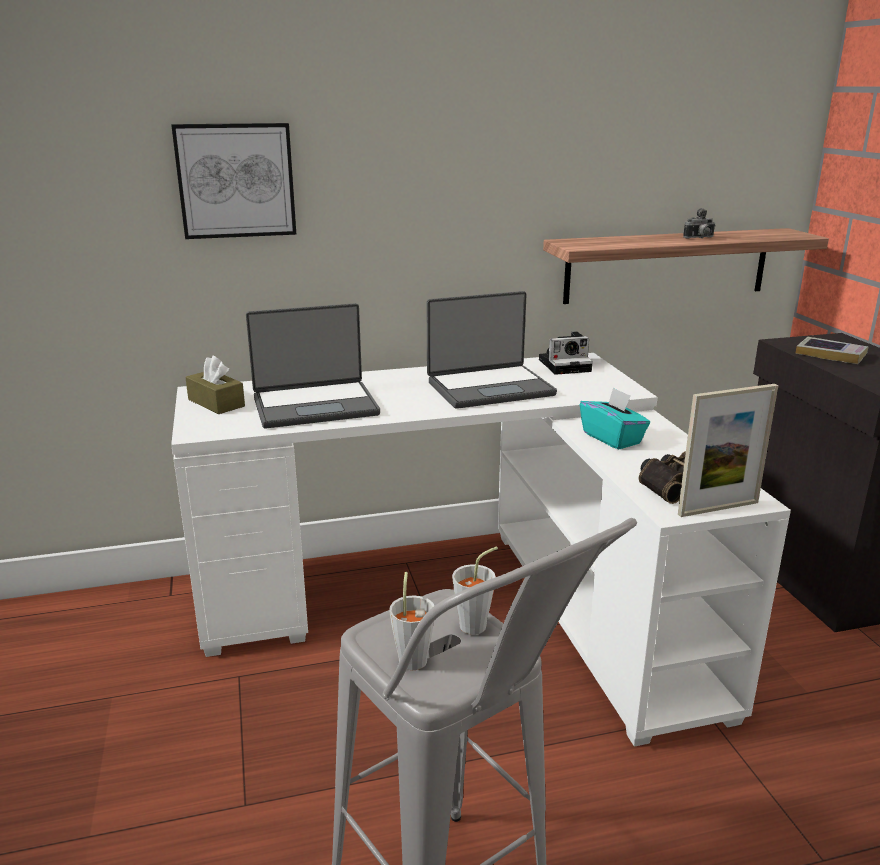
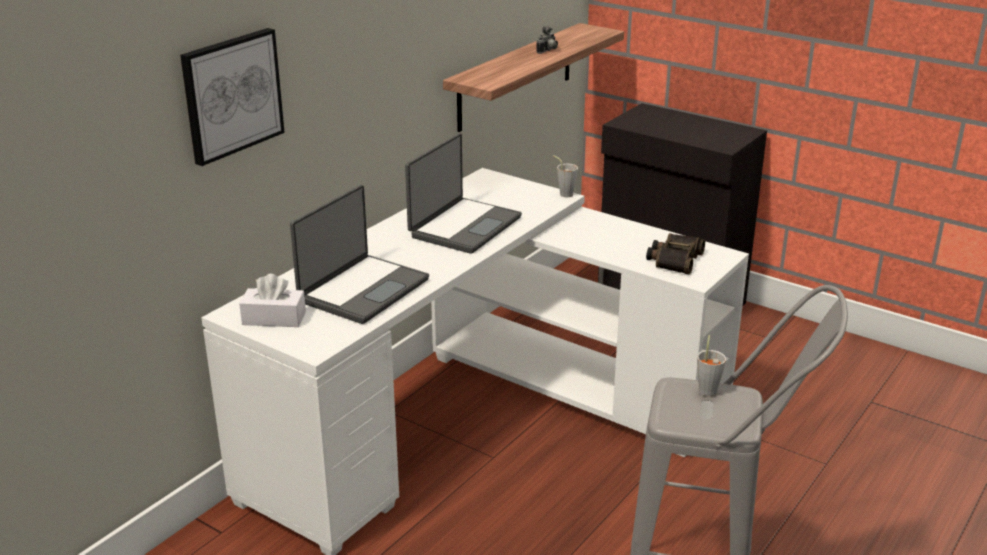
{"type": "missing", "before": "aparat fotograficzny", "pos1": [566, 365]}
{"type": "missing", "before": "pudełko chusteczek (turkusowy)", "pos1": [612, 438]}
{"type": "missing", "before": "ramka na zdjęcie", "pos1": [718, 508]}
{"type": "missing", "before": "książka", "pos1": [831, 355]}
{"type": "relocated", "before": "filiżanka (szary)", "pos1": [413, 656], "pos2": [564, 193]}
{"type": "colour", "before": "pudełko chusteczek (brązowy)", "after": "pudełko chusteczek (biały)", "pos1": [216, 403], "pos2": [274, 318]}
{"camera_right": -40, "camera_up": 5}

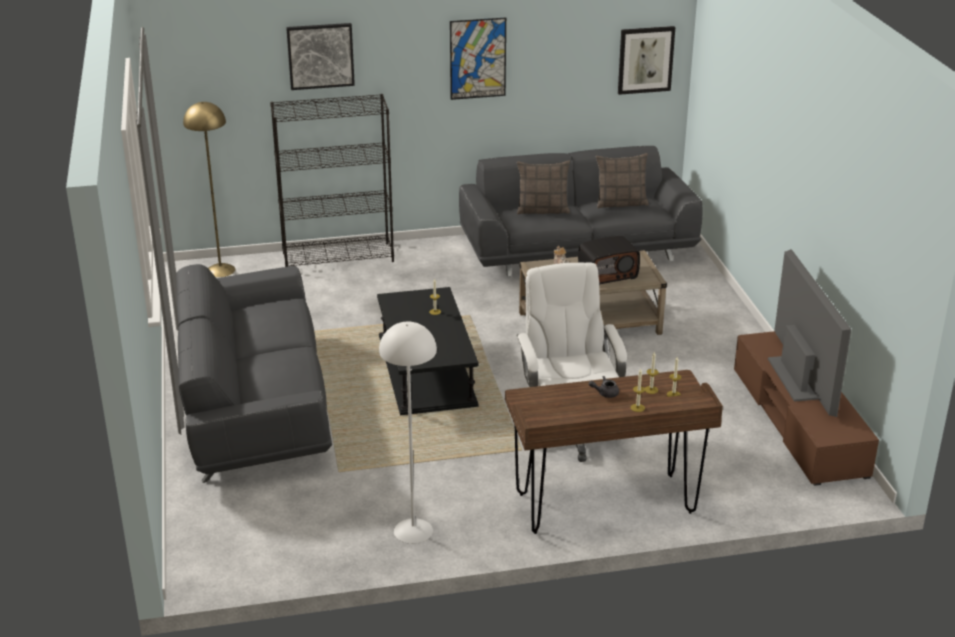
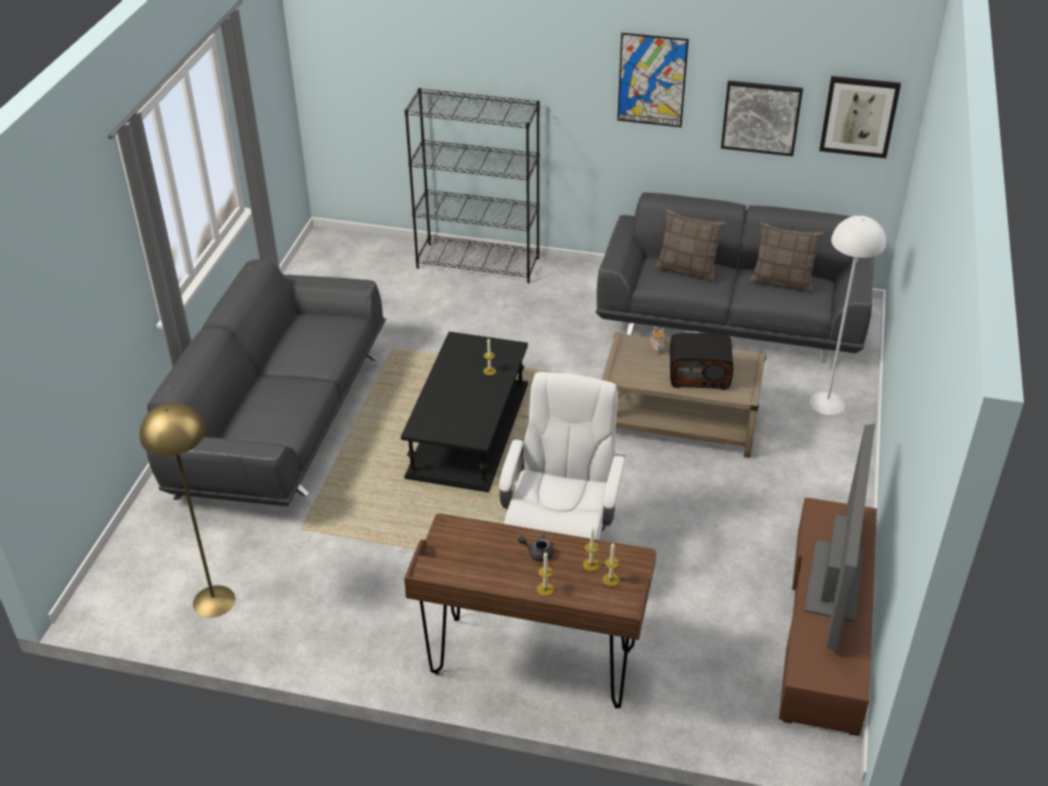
{"type": "relocated", "before": "lampa stojąca (żółty)", "pos1": [220, 270], "pos2": [213, 601]}
{"type": "relocated", "before": "obraz", "pos1": [320, 56], "pos2": [761, 117]}
{"type": "relocated", "before": "lampa stojąca (biały)", "pos1": [413, 531], "pos2": [827, 403]}
{"camera_right": 25, "camera_up": 10}

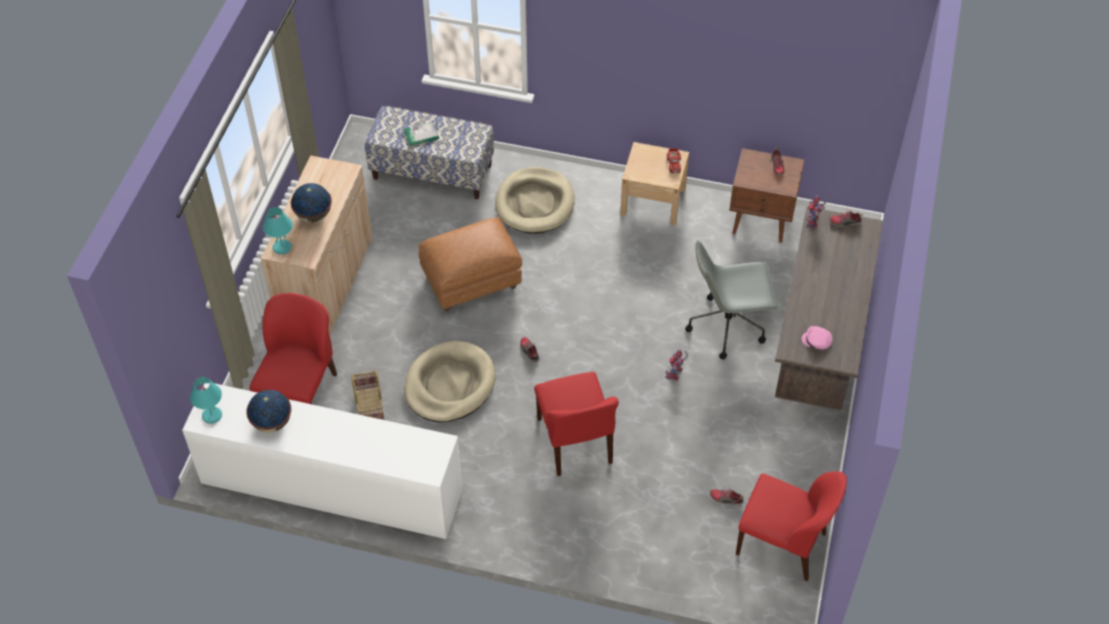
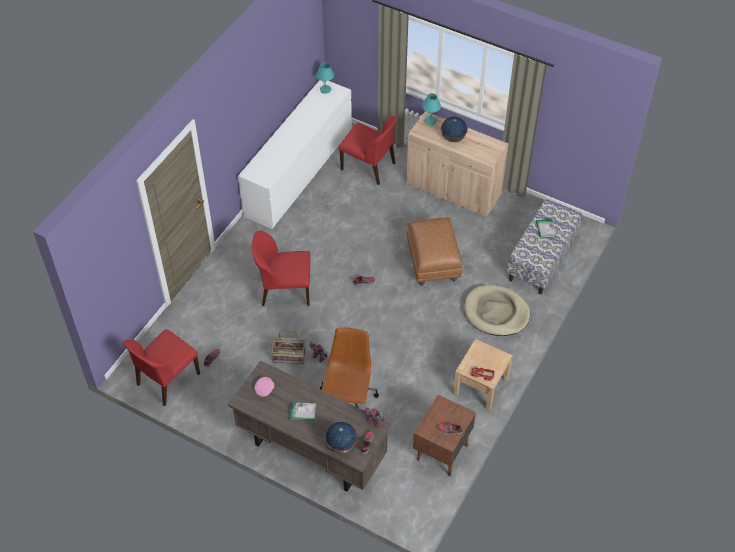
{"type": "missing", "before": "legowisko (beżowy)", "pos1": [449, 385]}
{"type": "appeared", "after": "książka", "pos2": [302, 412]}
{"type": "relocated", "before": "globus", "pos1": [272, 423], "pos2": [341, 445]}
{"type": "relocated", "before": "koszyk", "pos1": [369, 406], "pos2": [289, 356]}
{"type": "colour", "before": "krzesło biurowe (szary)", "after": "krzesło biurowe (brązowy)", "pos1": [728, 326], "pos2": [348, 400]}
{"camera_right": 105, "camera_up": 0}

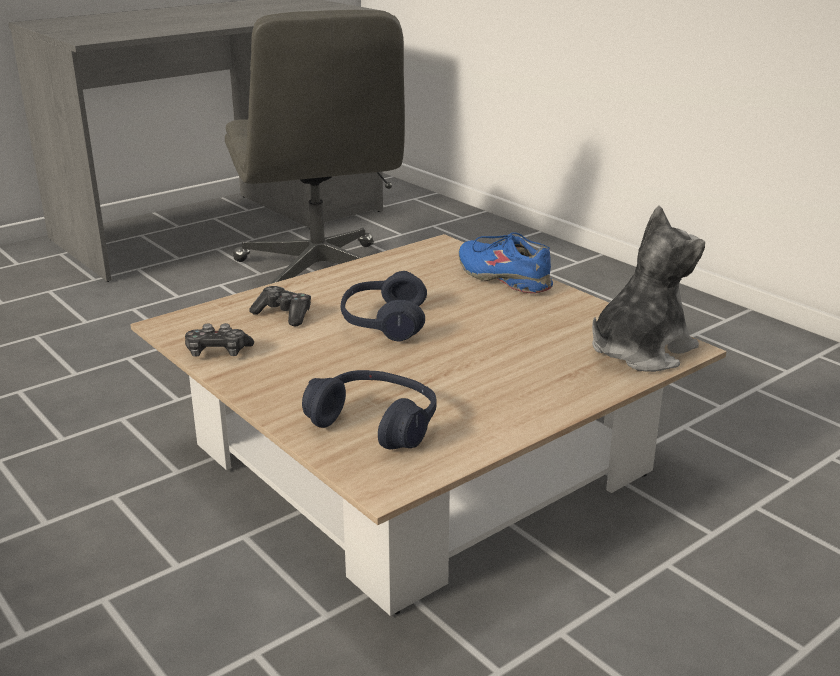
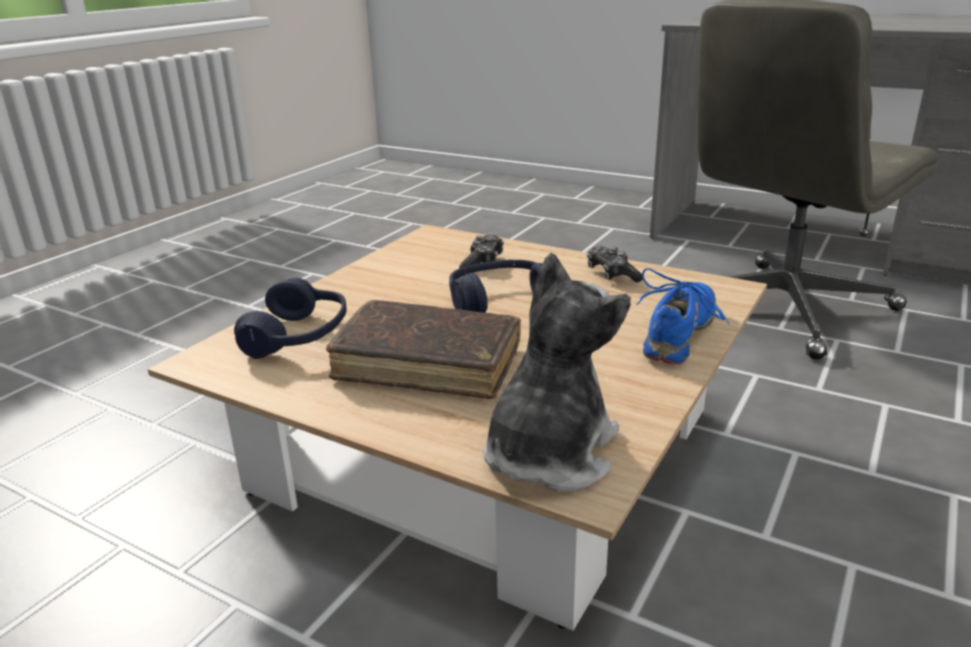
{"type": "appeared", "after": "książka (brązowy)", "pos2": [428, 364]}
{"type": "relocated", "before": "pad do gier", "pos1": [217, 352], "pos2": [612, 274]}
{"type": "spun", "before": "pluszak", "pos1": [639, 351], "pos2": [548, 454], "turn": -90}
{"camera_right": 70, "camera_up": 0}

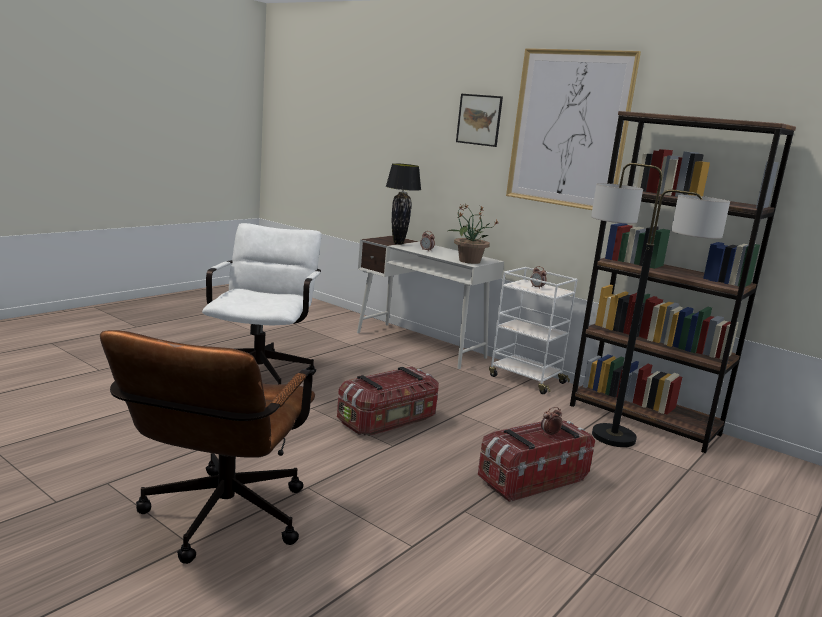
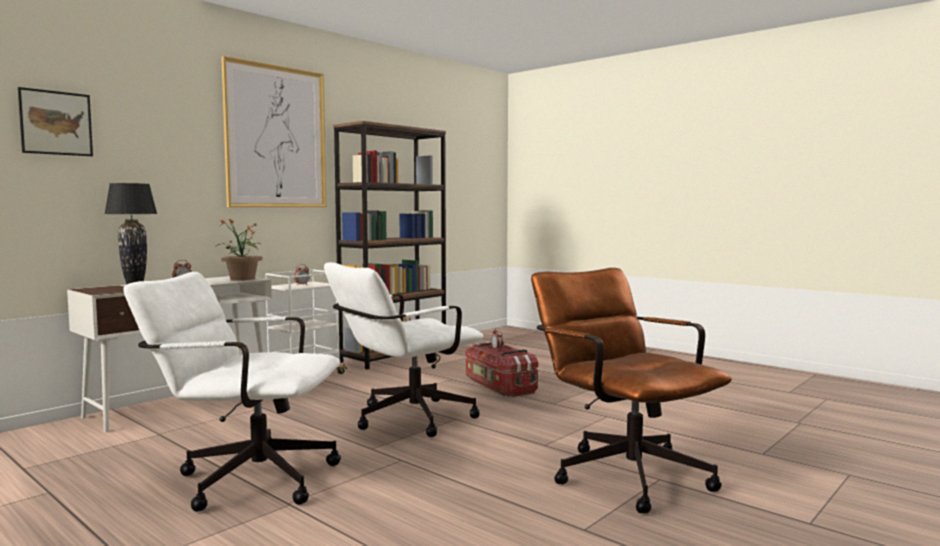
{"type": "missing", "before": "lampa stojąca", "pos1": [613, 437]}
{"type": "relocated", "before": "obraz", "pos1": [479, 120], "pos2": [56, 123]}
{"type": "exchanged", "before": "pojemnik do przechowywania", "after": "krzesło biurowe (biały)", "pos1": [388, 421], "pos2": [404, 420]}
{"type": "spun", "before": "krzesło biurowe (brązowy)", "pos1": [217, 523], "pos2": [622, 472], "turn": -135}
{"camera_right": -85, "camera_up": -10}

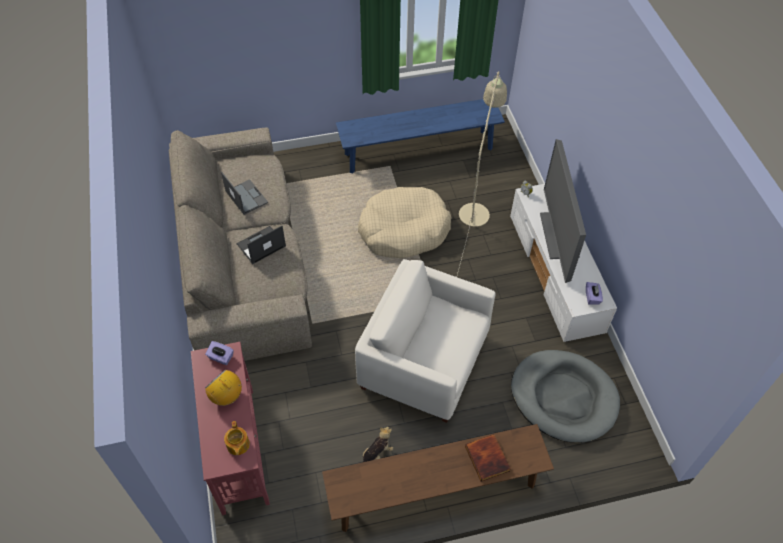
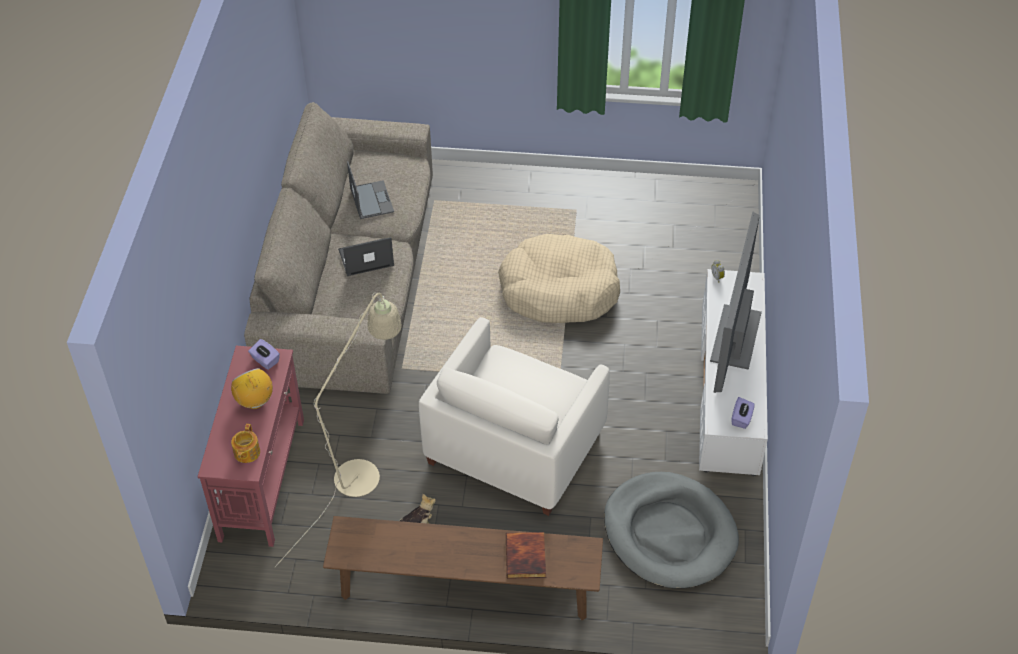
{"type": "missing", "before": "ławka (niebieski)", "pos1": [418, 151]}
{"type": "relocated", "before": "lampa stojąca (beżowy)", "pos1": [475, 208], "pos2": [364, 469]}
{"type": "spun", "before": "fotel (biały)", "pos1": [424, 362], "pos2": [515, 447], "turn": -105}
{"camera_right": 20, "camera_up": -5}

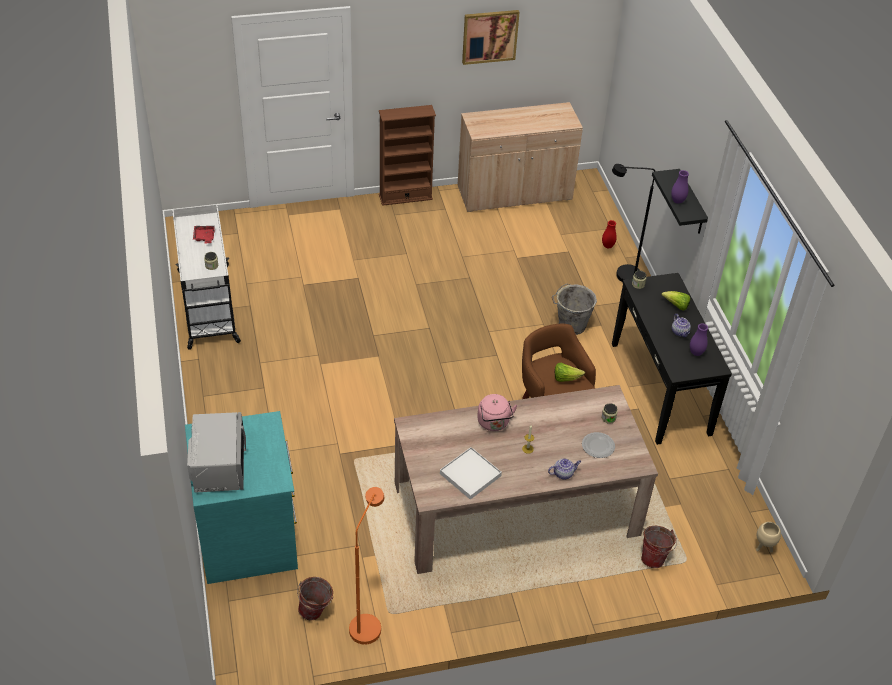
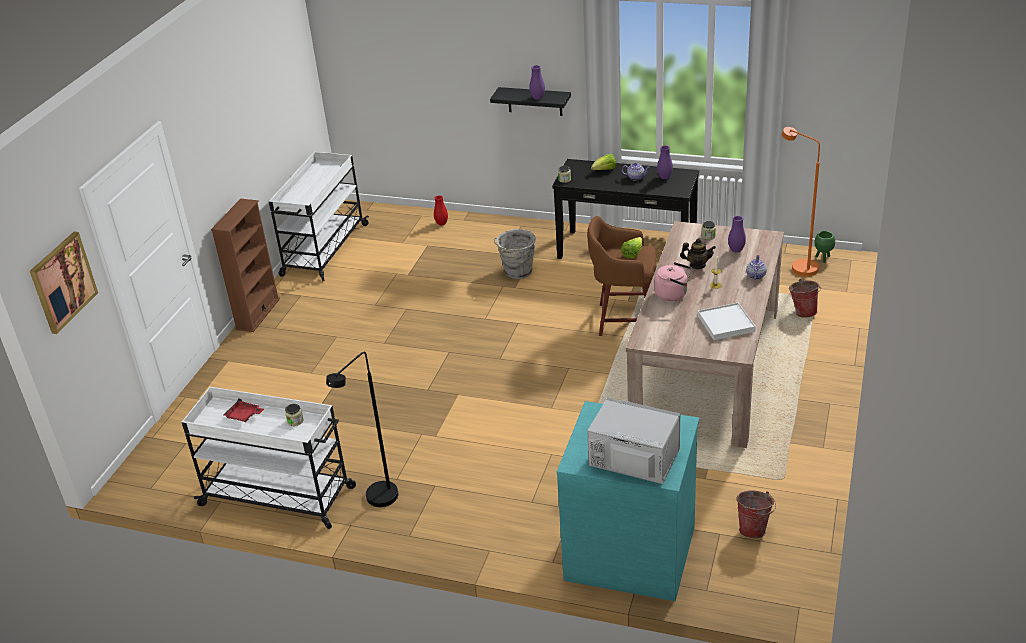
{"type": "appeared", "after": "imbryk", "pos2": [697, 265]}
{"type": "relocated", "before": "lampa stojąca (pomarańczowy)", "pos1": [367, 622], "pos2": [798, 266]}
{"type": "relocated", "before": "obraz", "pos1": [489, 36], "pos2": [63, 282]}
{"type": "relocated", "before": "lampa stojąca (czarny)", "pos1": [621, 276], "pos2": [377, 502]}
{"type": "exchanged", "before": "szafka (beżowy)", "after": "wózek (biały)", "pos1": [514, 194], "pos2": [324, 250]}
{"type": "exchanged", "before": "talerz", "after": "wazon (fioletowy)", "pos1": [597, 446], "pos2": [736, 250]}
{"type": "colour", "before": "donica (beżowy)", "after": "donica (zielony)", "pos1": [763, 548], "pos2": [823, 258]}
{"camera_right": -55, "camera_up": -10}

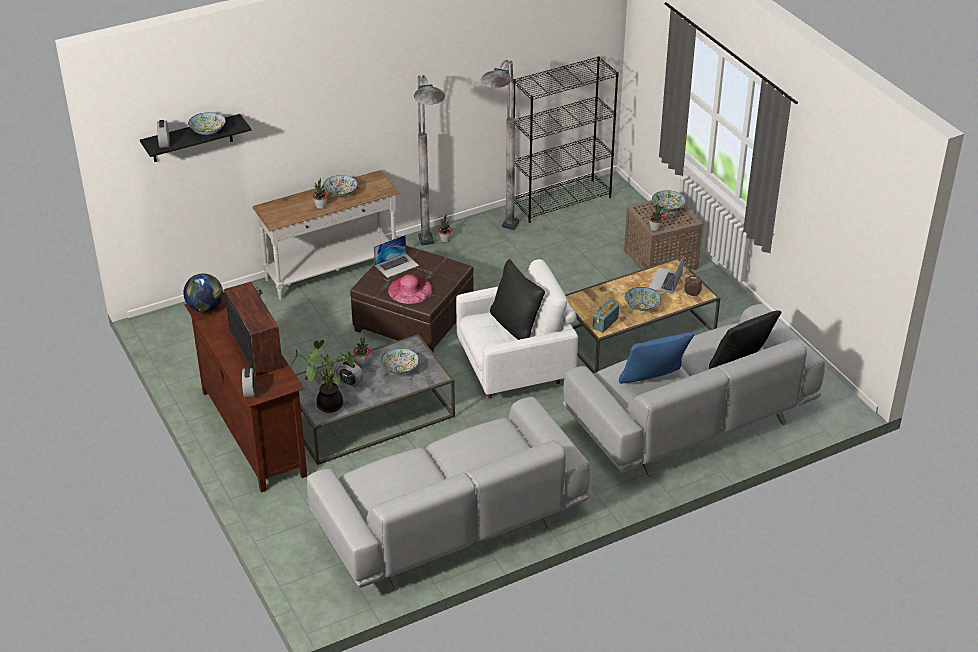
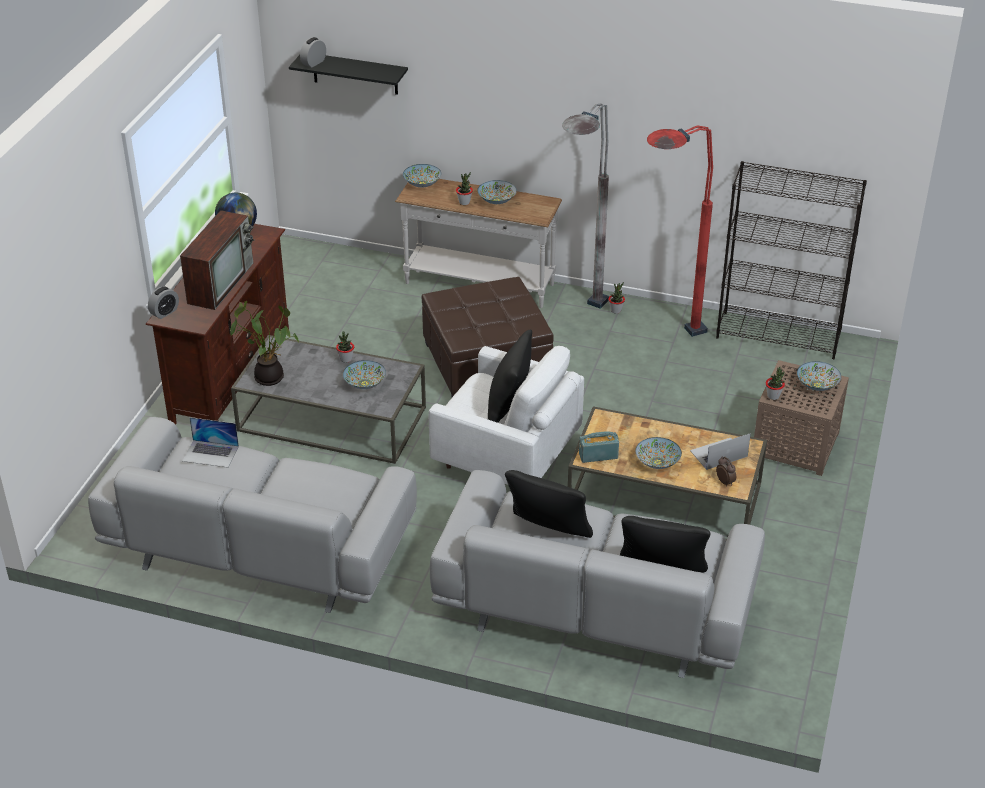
{"type": "missing", "before": "budzik", "pos1": [350, 382]}
{"type": "missing", "before": "kapelusz (różowy)", "pos1": [410, 290]}
{"type": "relocated", "before": "miska", "pos1": [207, 131], "pos2": [422, 184]}
{"type": "relocated", "before": "laptop", "pos1": [396, 265], "pos2": [210, 453]}
{"type": "colour", "before": "lampa stojąca (szary)", "after": "lampa stojąca (czerwony)", "pos1": [499, 240], "pos2": [663, 338]}
{"type": "colour", "before": "poduszka (niebieski)", "after": "poduszka (czarny)", "pos1": [653, 382], "pos2": [548, 533]}
{"camera_right": 45, "camera_up": 0}

